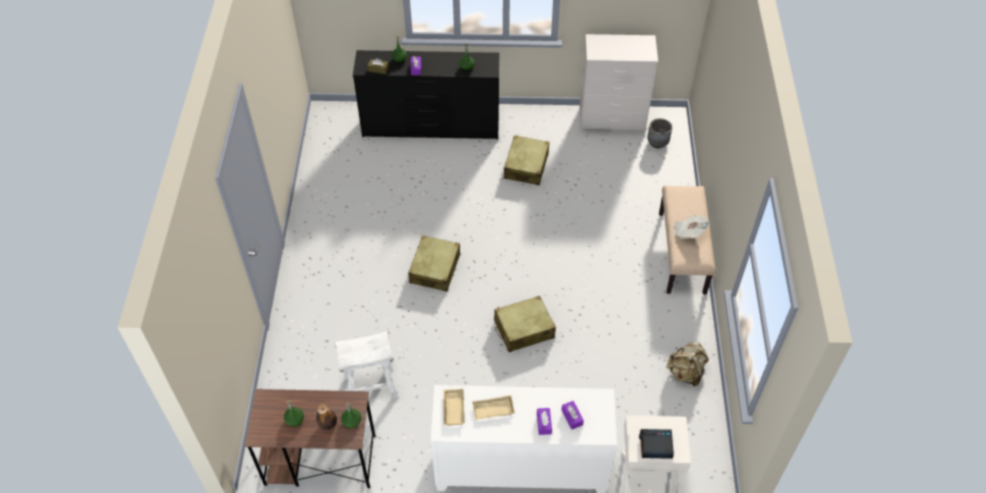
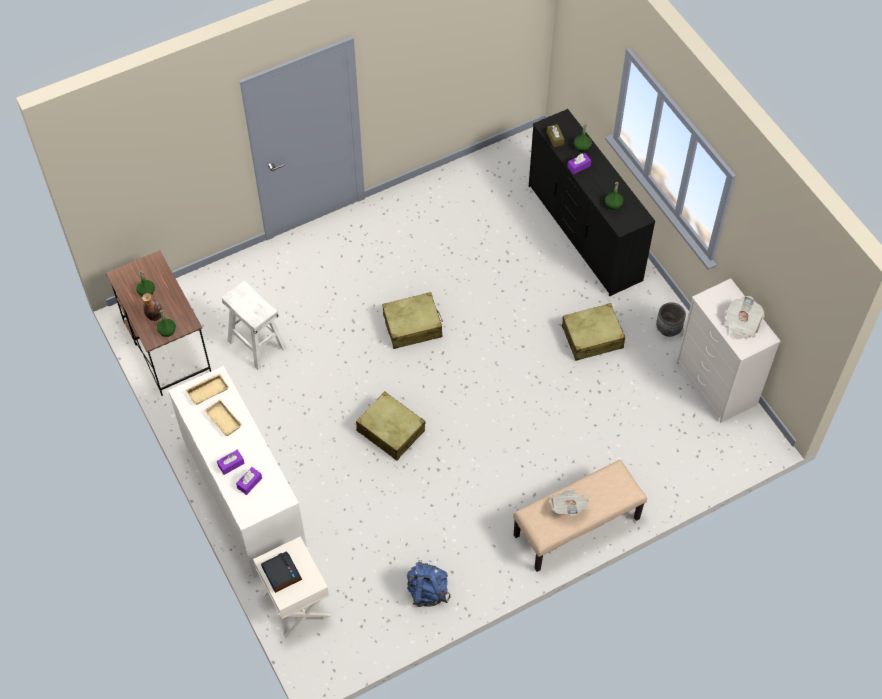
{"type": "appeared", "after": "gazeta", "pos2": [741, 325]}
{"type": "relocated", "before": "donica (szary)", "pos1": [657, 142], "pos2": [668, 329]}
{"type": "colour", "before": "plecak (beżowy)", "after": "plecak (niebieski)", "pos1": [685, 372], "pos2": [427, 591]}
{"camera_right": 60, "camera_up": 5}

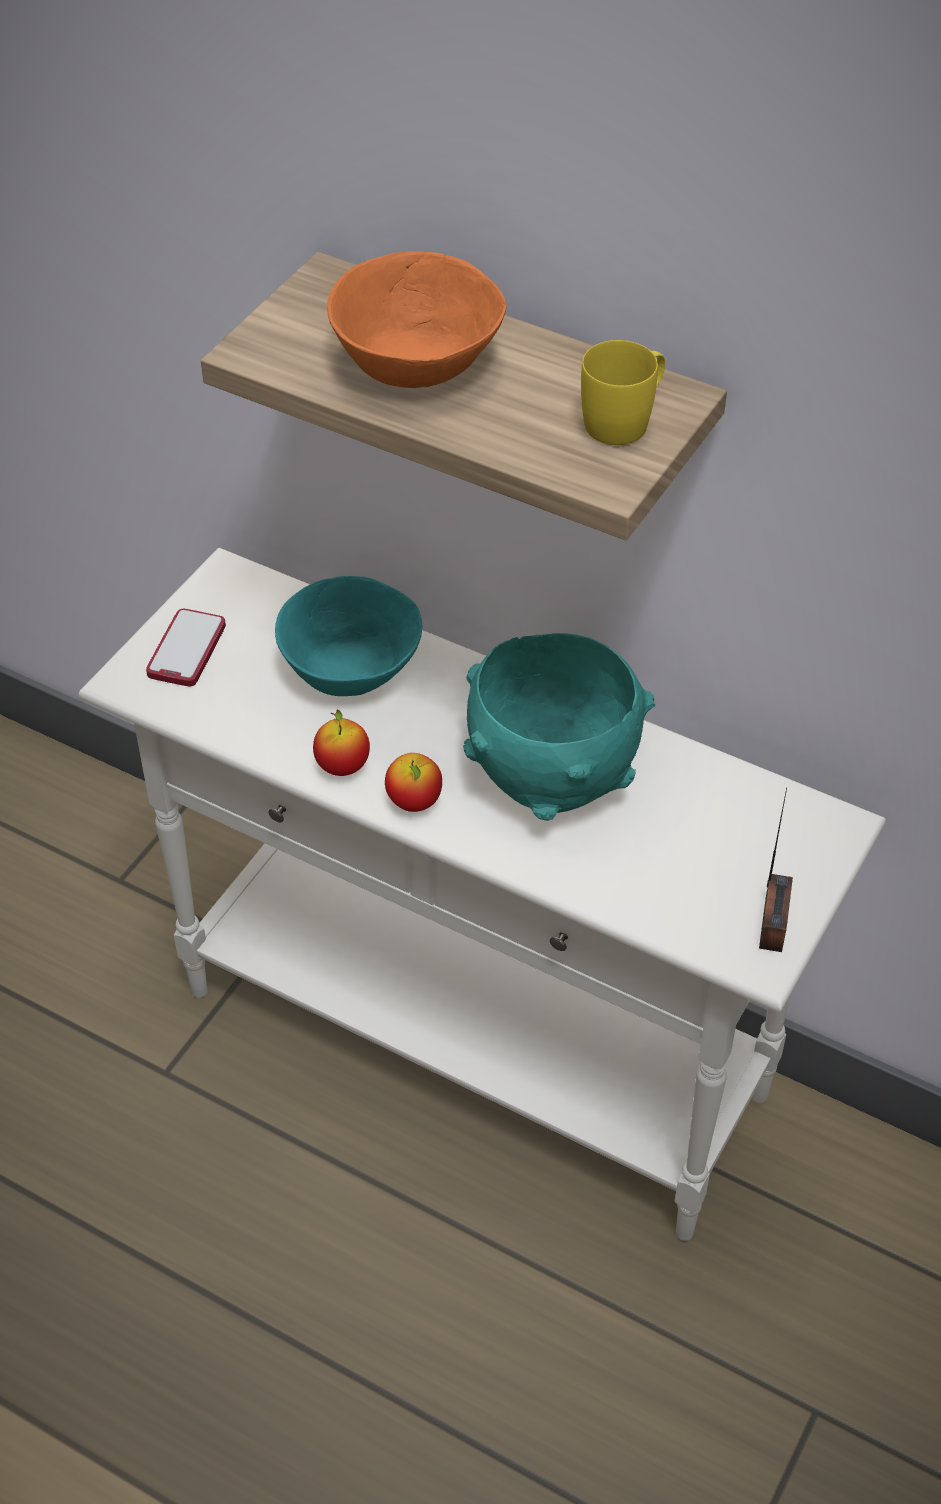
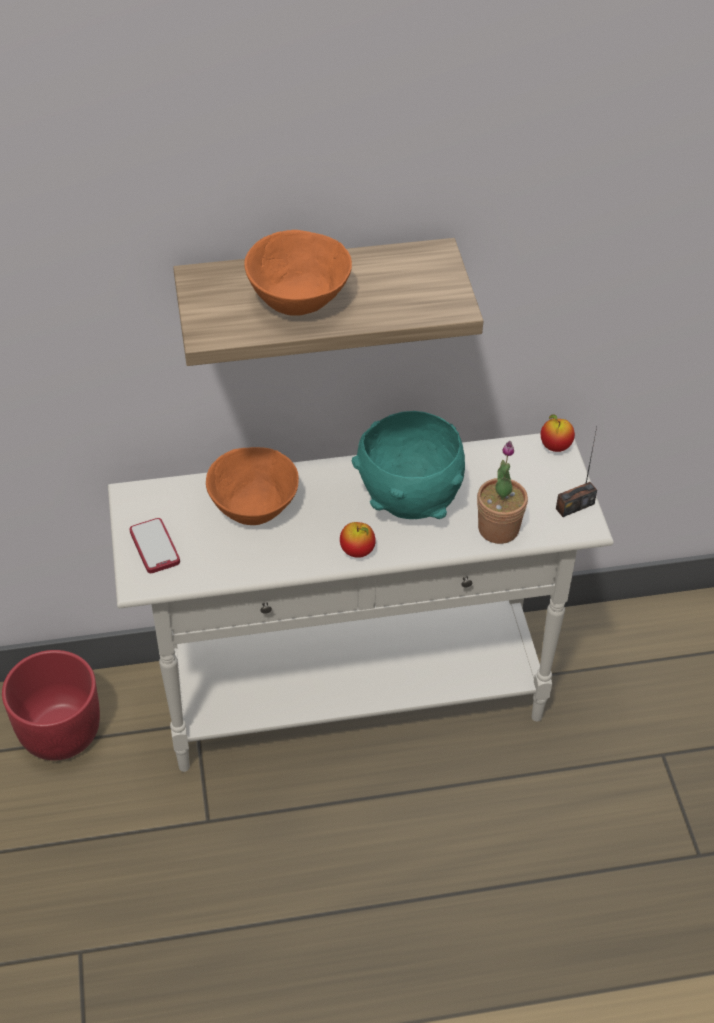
{"type": "missing", "before": "kubek (żółty)", "pos1": [625, 420]}
{"type": "appeared", "after": "donica (czerwony)", "pos2": [60, 731]}
{"type": "appeared", "after": "roślina doniczkowa", "pos2": [498, 529]}
{"type": "relocated", "before": "jabłko", "pos1": [342, 766], "pos2": [555, 447]}
{"type": "colour", "before": "miska (turkusowy)", "after": "miska (pomarańczowy)", "pos1": [350, 671], "pos2": [254, 507]}
{"type": "spun", "before": "radio", "pos1": [773, 923], "pos2": [574, 506], "turn": 90}
{"camera_right": -40, "camera_up": 0}

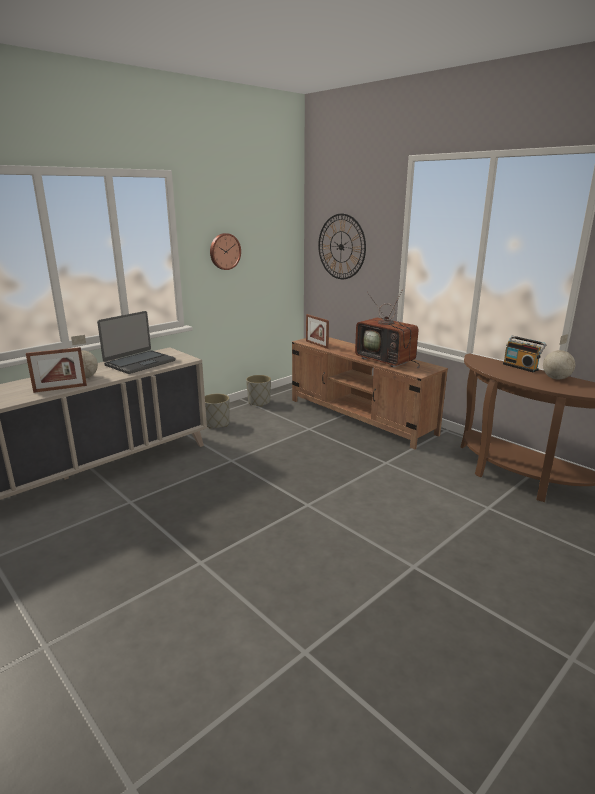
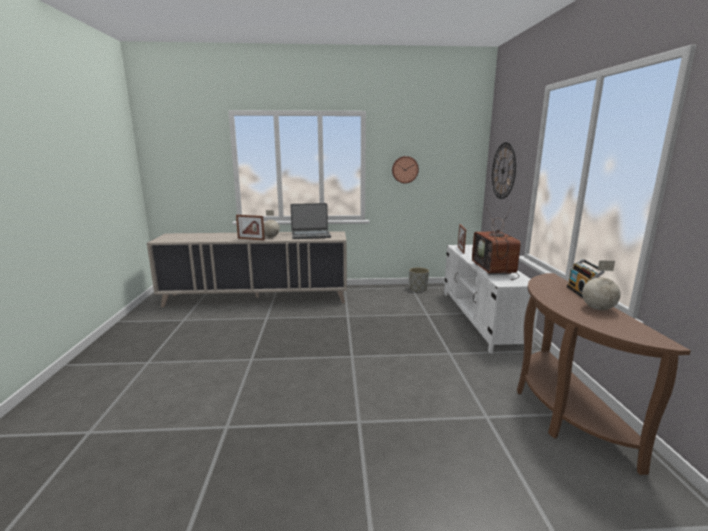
{"type": "missing", "before": "donica (szary)", "pos1": [217, 424]}
{"type": "colour", "before": "szafka pod telewizor (brązowy)", "after": "szafka pod telewizor (biały)", "pos1": [360, 417], "pos2": [480, 318]}
{"camera_right": 40, "camera_up": -5}

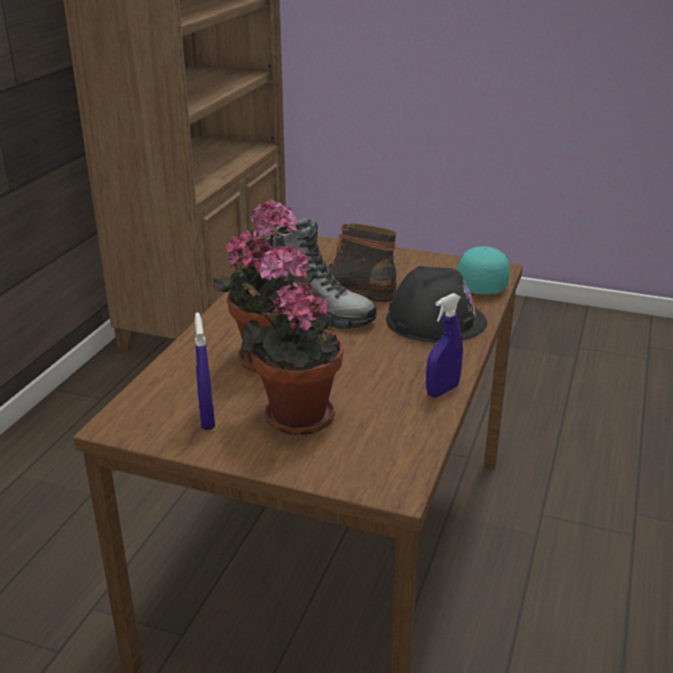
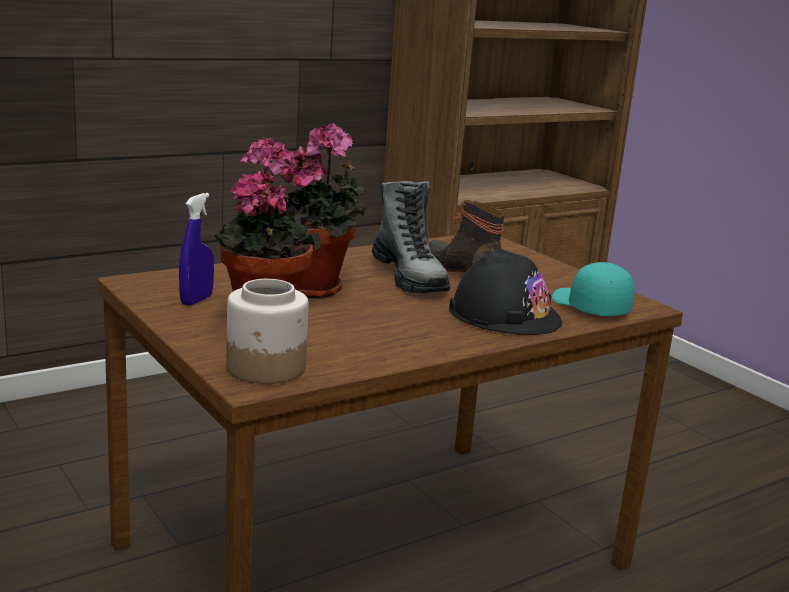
{"type": "missing", "before": "spryskiwacz (niebieski)", "pos1": [442, 390]}
{"type": "appeared", "after": "słoik", "pos2": [266, 368]}
{"camera_right": 35, "camera_up": -10}

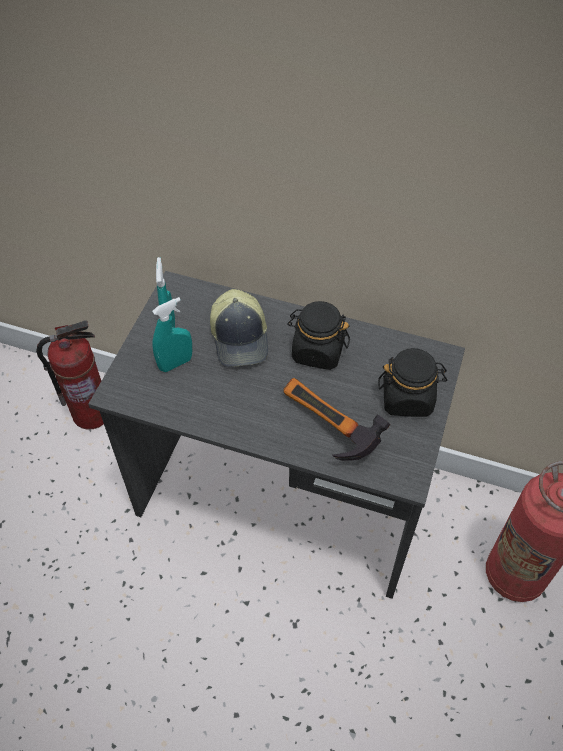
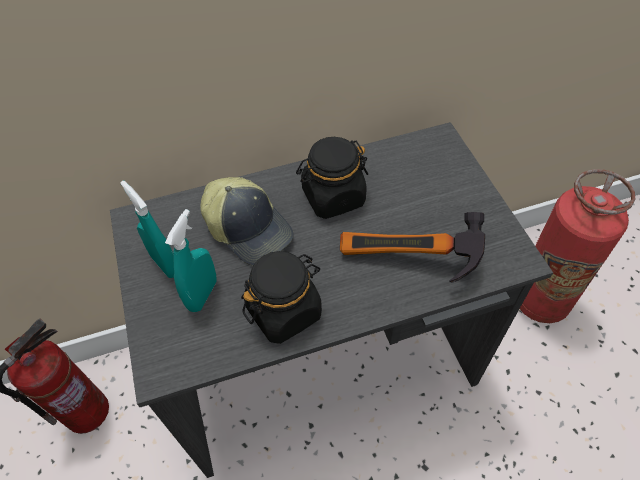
{"type": "relocated", "before": "słoik (czarny)", "pos1": [407, 398], "pos2": [284, 311]}
{"camera_right": -35, "camera_up": 0}

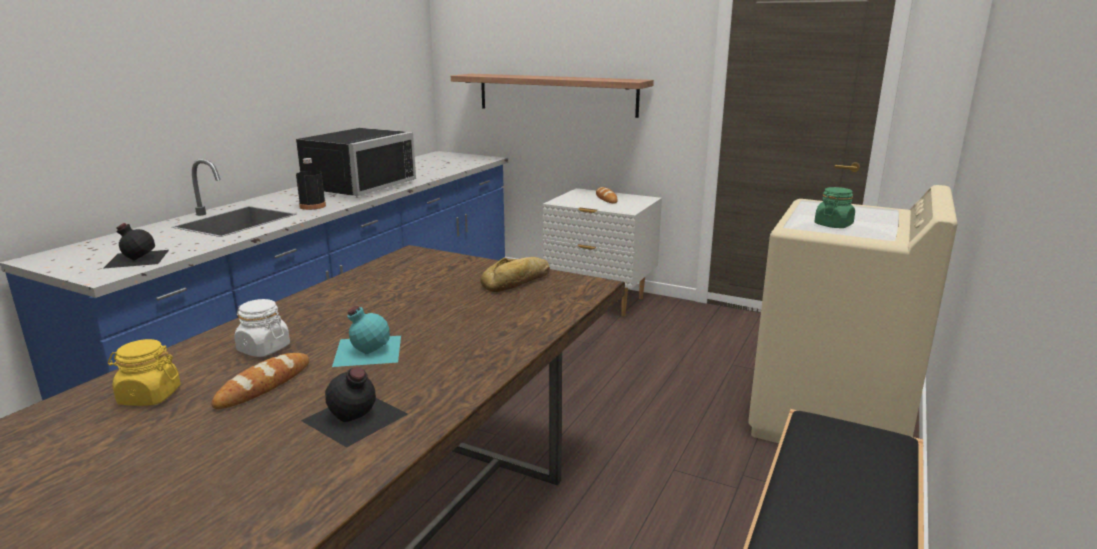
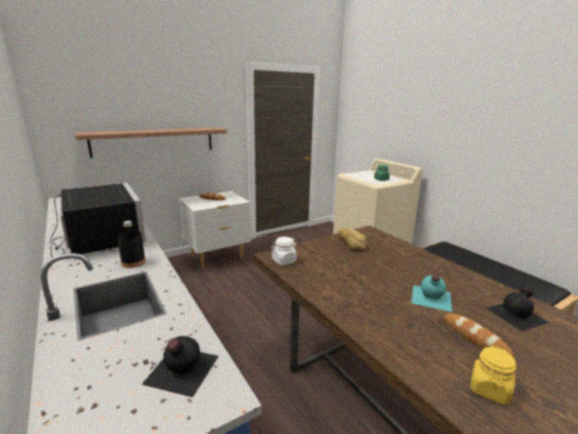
{"type": "relocated", "before": "słoik (biały)", "pos1": [263, 349], "pos2": [284, 261]}
{"camera_right": -60, "camera_up": 0}

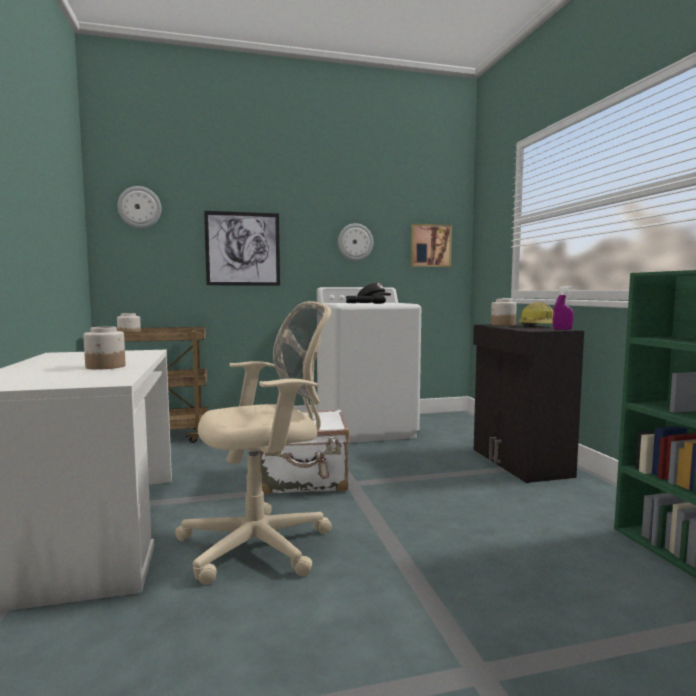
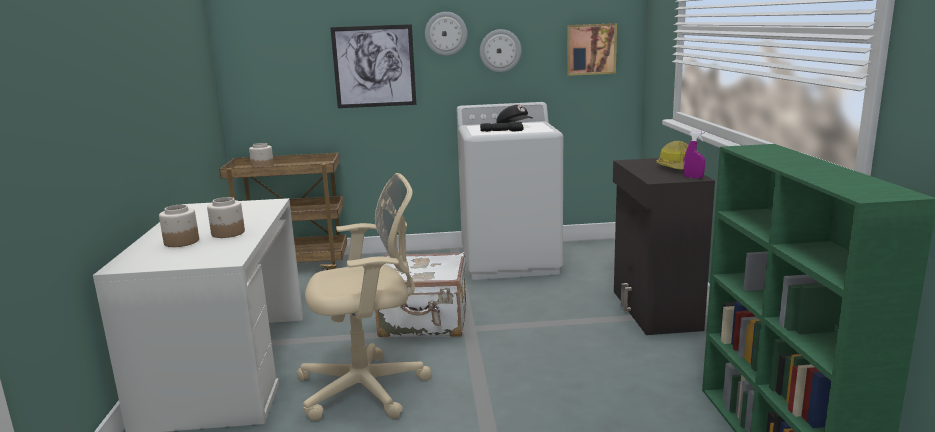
{"type": "relocated", "before": "zegar ścienny", "pos1": [139, 207], "pos2": [446, 33]}
{"type": "relocated", "before": "słoik", "pos1": [503, 325], "pos2": [181, 242]}
{"camera_right": 10, "camera_up": 10}

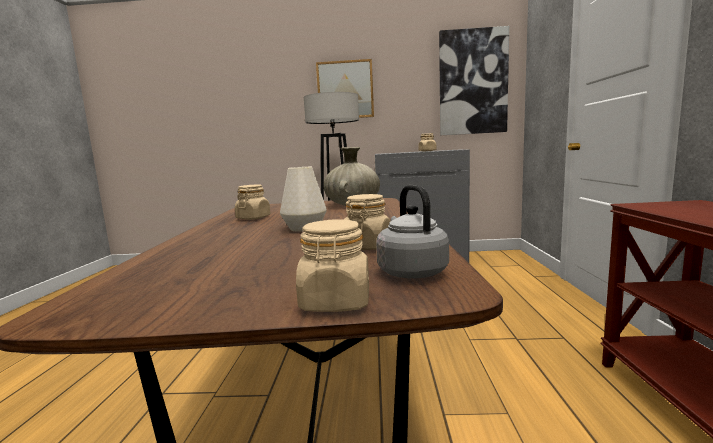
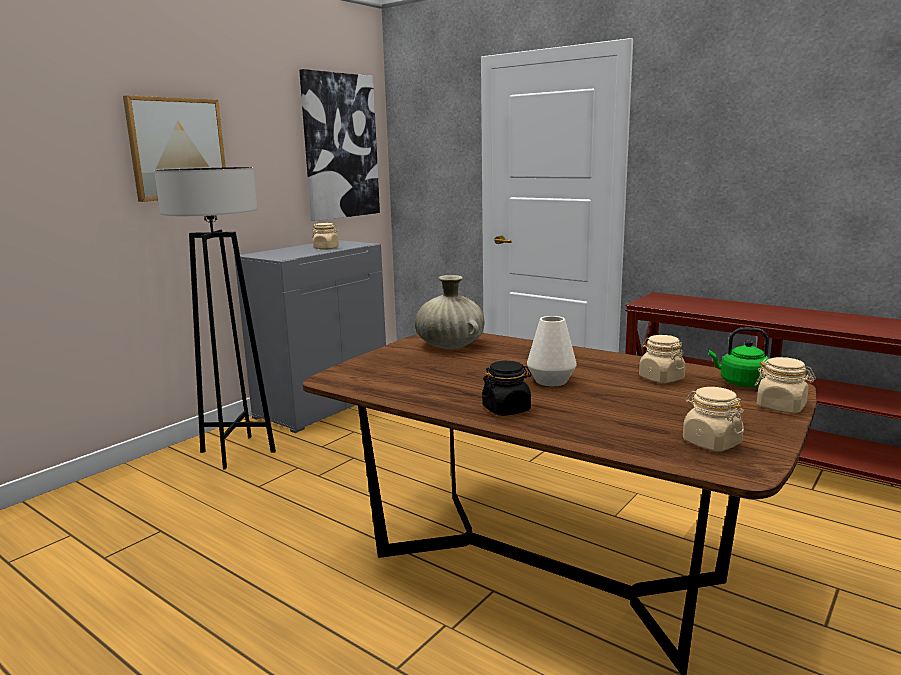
{"type": "appeared", "after": "słoik (czarny)", "pos2": [506, 409]}
{"type": "relocated", "before": "słoik (beżowy)", "pos1": [253, 218], "pos2": [711, 443]}
{"type": "colour", "before": "czajnik (szary)", "after": "czajnik (zielony)", "pos1": [410, 271], "pos2": [741, 383]}
{"camera_right": -55, "camera_up": 5}

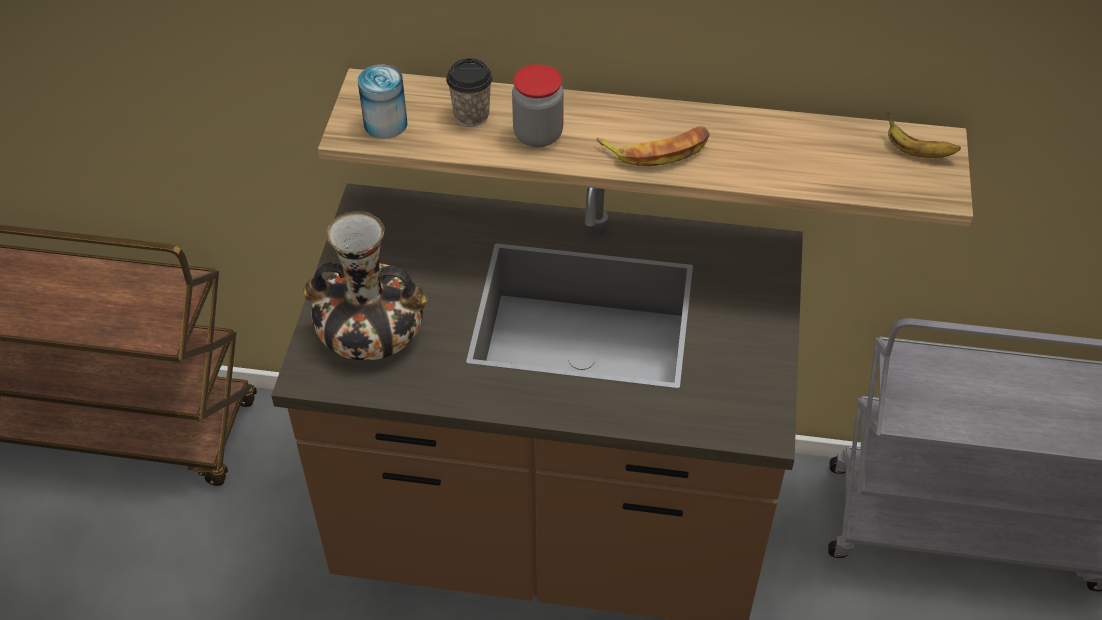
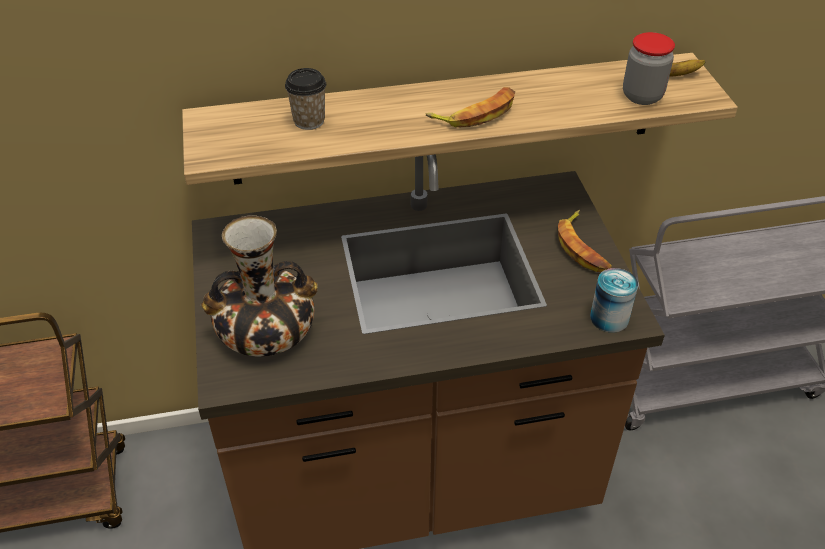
{"type": "appeared", "after": "banan", "pos2": [583, 247]}
{"type": "relocated", "before": "puszka", "pos1": [385, 124], "pos2": [609, 318]}
{"type": "relocated", "before": "słoik", "pos1": [538, 135], "pos2": [642, 96]}
{"camera_right": -20, "camera_up": -5}

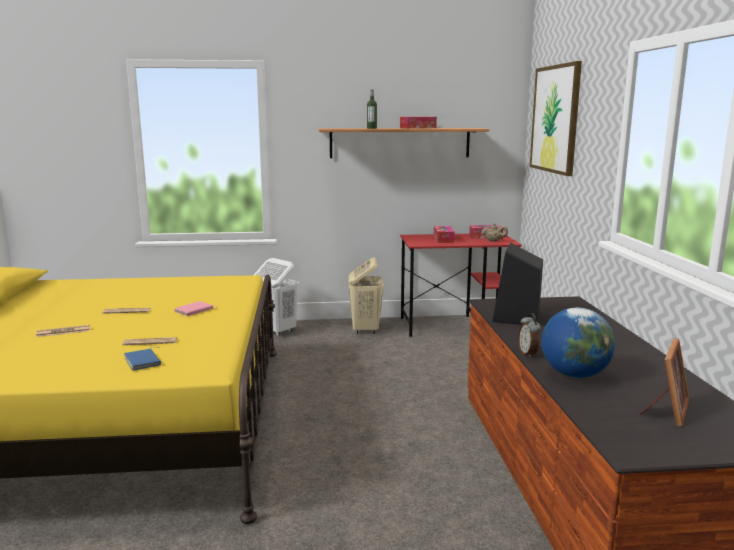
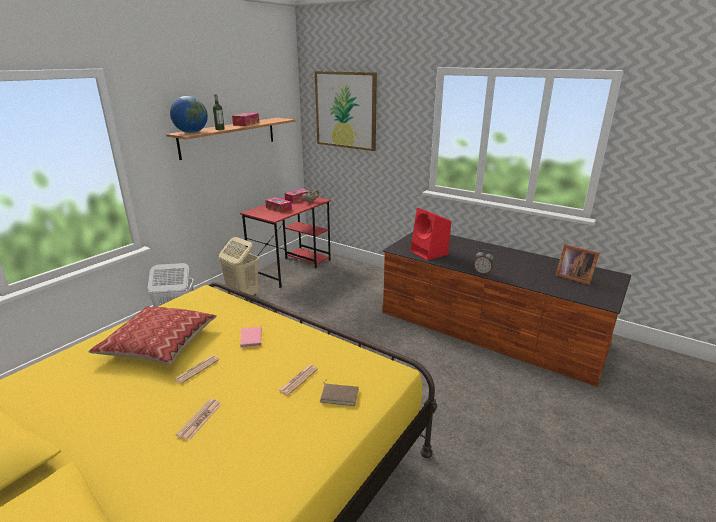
{"type": "appeared", "after": "poduszka", "pos2": [159, 343]}
{"type": "relocated", "before": "globus", "pos1": [574, 374], "pos2": [191, 132]}
{"type": "colour", "before": "książka (niebieski)", "after": "książka (brązowy)", "pos1": [144, 361], "pos2": [340, 395]}
{"type": "colour", "before": "głośnik (czarny)", "after": "głośnik (czerwony)", "pos1": [516, 318], "pos2": [429, 253]}
{"type": "spun", "before": "ramka na zdjęcie", "pos1": [666, 410], "pos2": [573, 277], "turn": 150}
{"camera_right": -50, "camera_up": 10}

